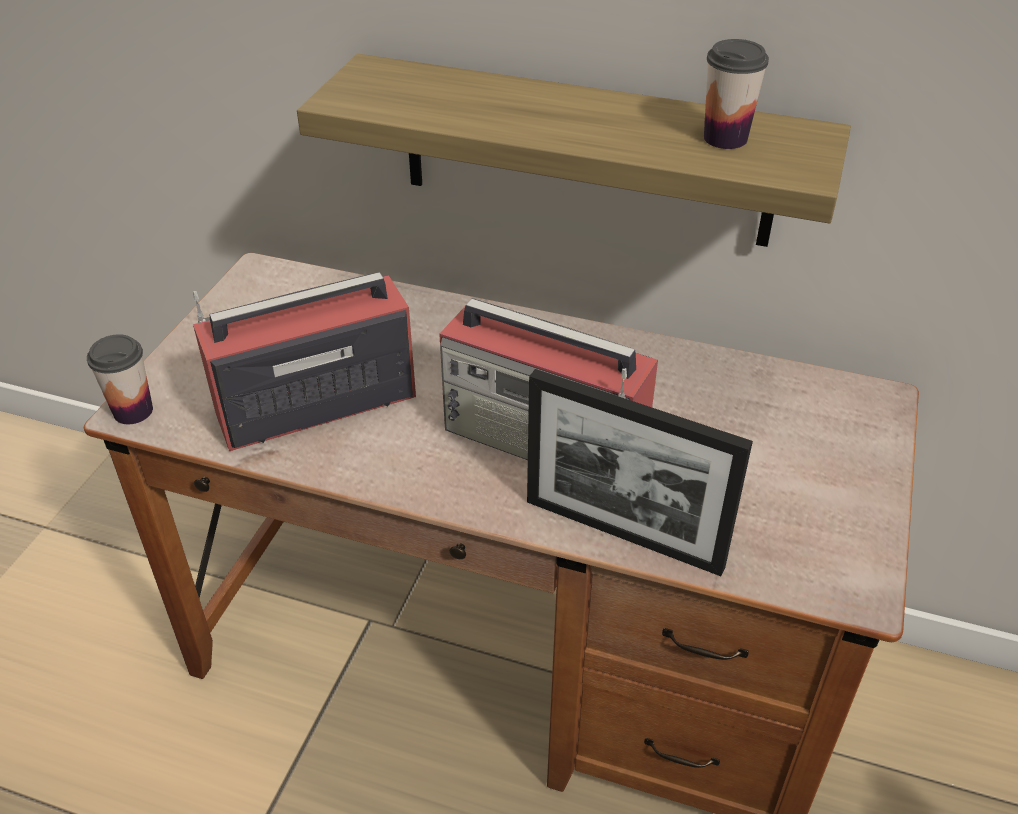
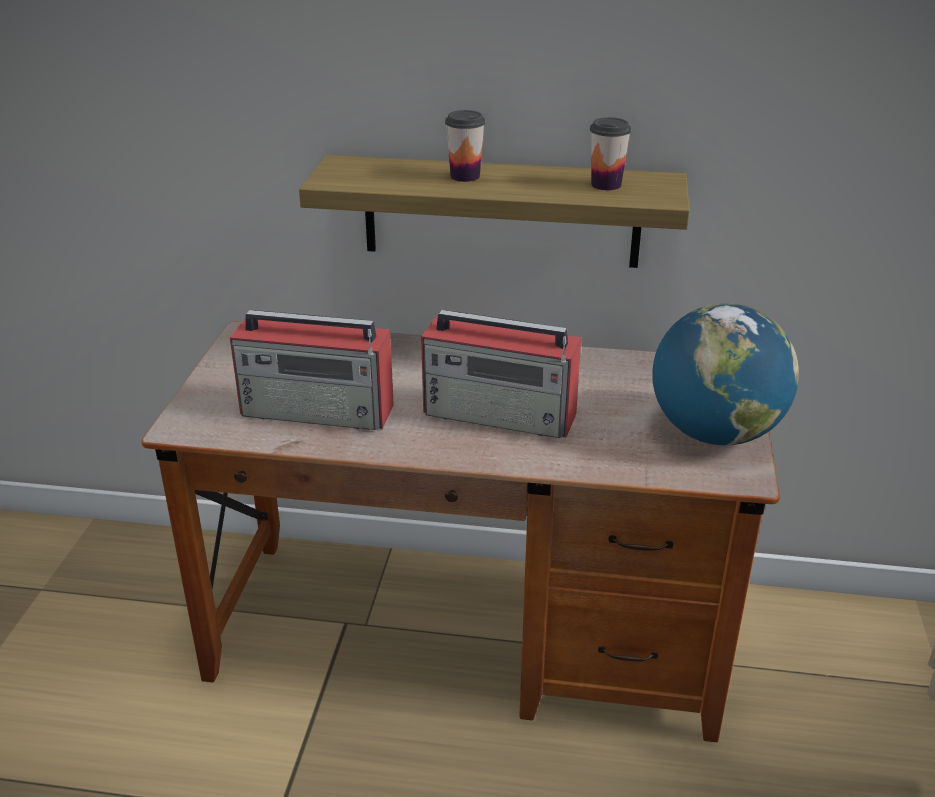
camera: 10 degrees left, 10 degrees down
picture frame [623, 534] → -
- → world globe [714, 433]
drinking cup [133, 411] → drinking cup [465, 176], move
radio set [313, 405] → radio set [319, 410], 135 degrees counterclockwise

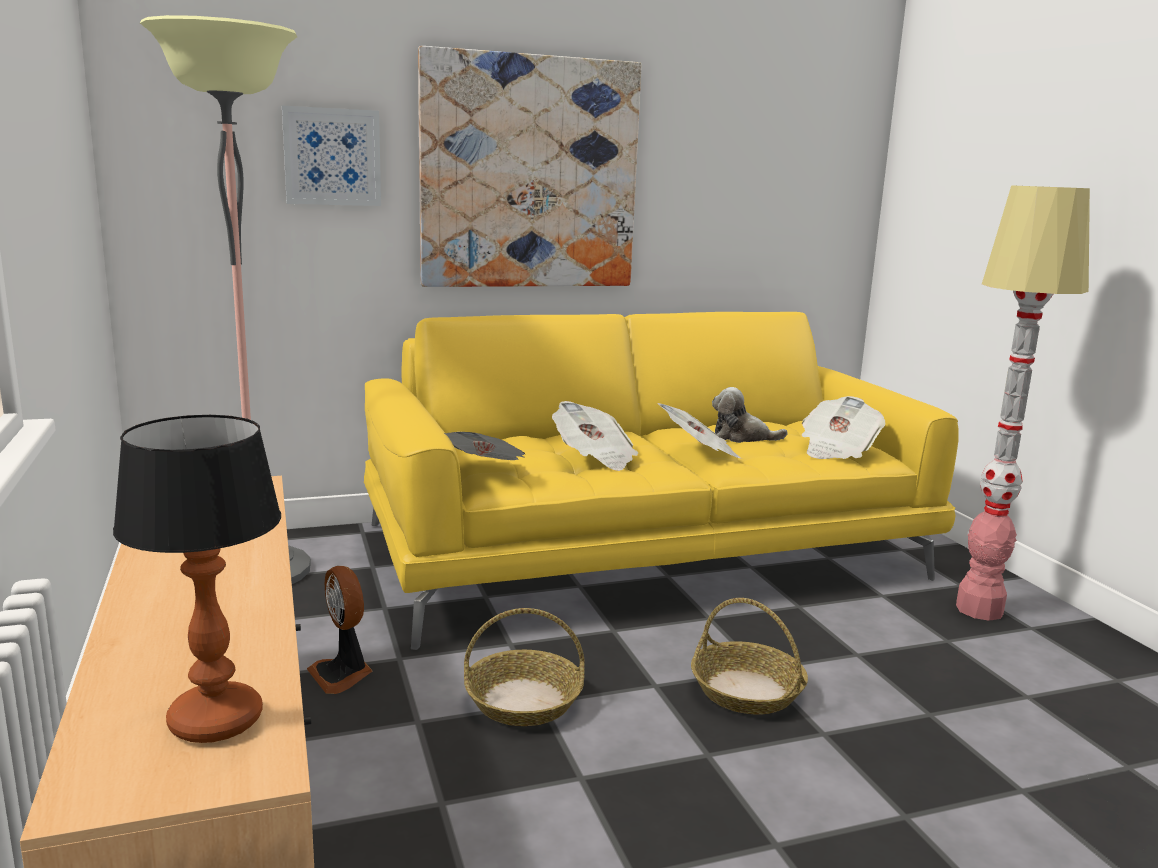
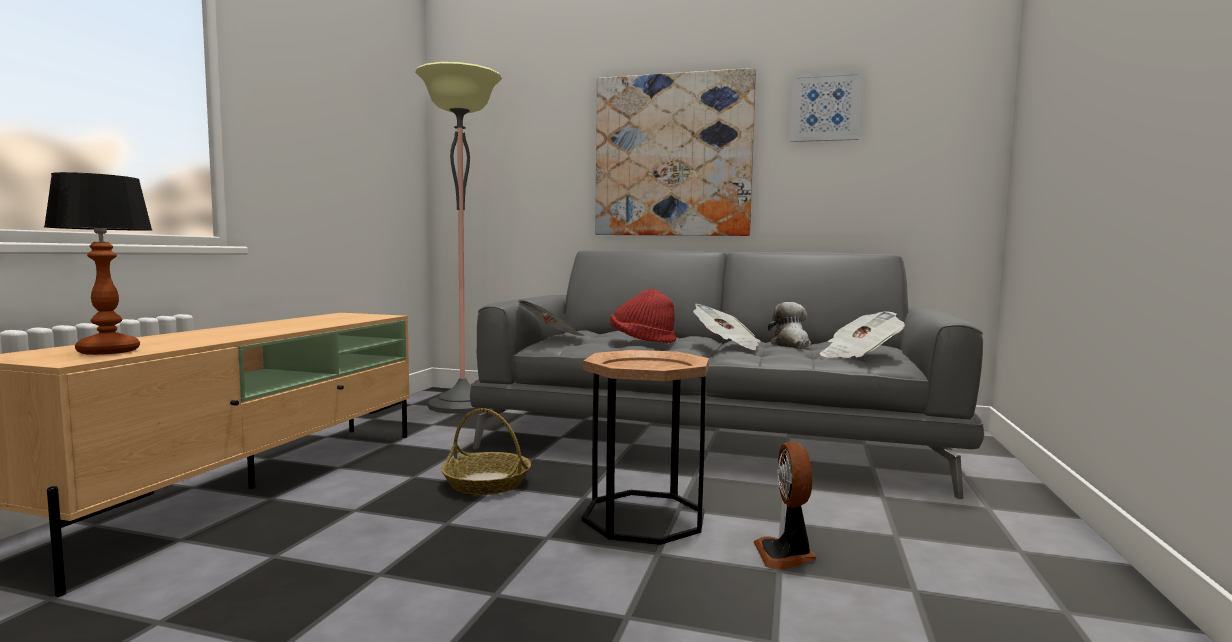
camera: 35 degrees right, 10 degrees down
floor lamp [979, 610] → -
picture [332, 157] → picture [825, 107], move
fan [342, 674] → fan [786, 555], move
printed paper [594, 458] → wearable hat in reddish [642, 341]
storage basket [747, 691] → accent table in brownish [644, 516]
sofa in yellowish [647, 552] → sofa in gray [715, 437]
plush toy [742, 437] → plush toy [791, 345], 45 degrees clockwise

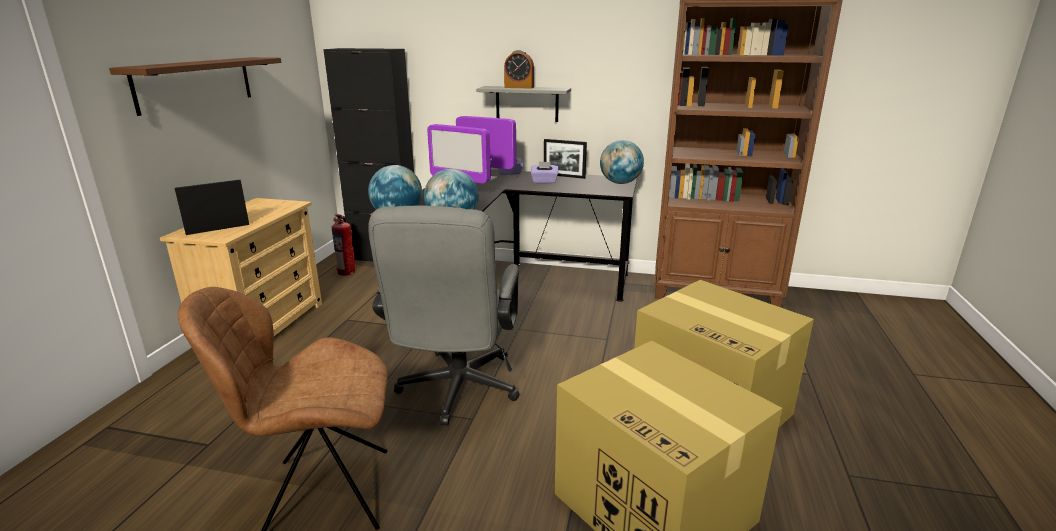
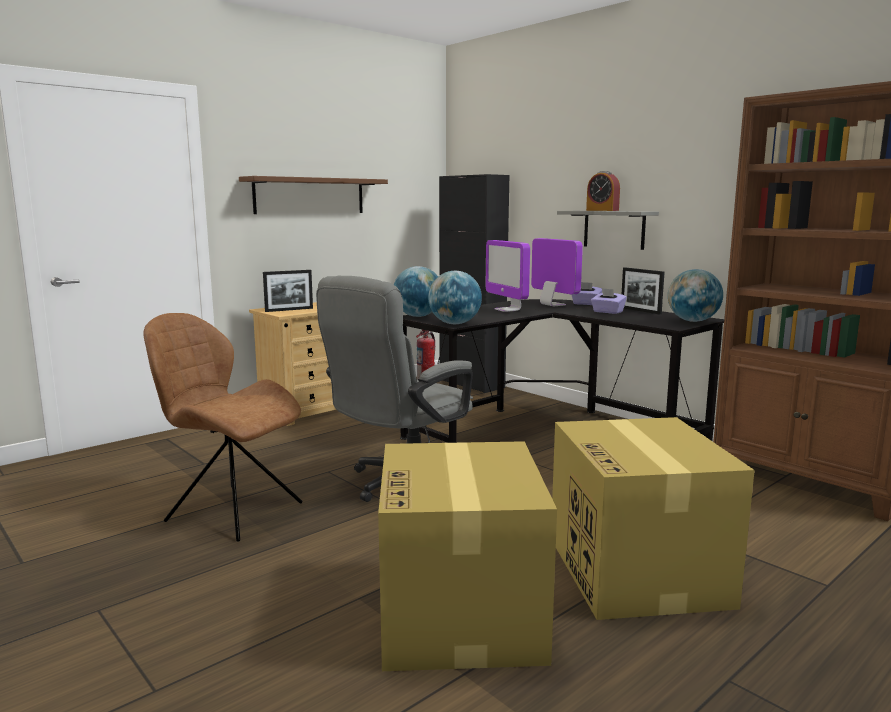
camera: 35 degrees right, 10 degrees down
picture frame [218, 229] → picture frame [289, 310], 150 degrees clockwise

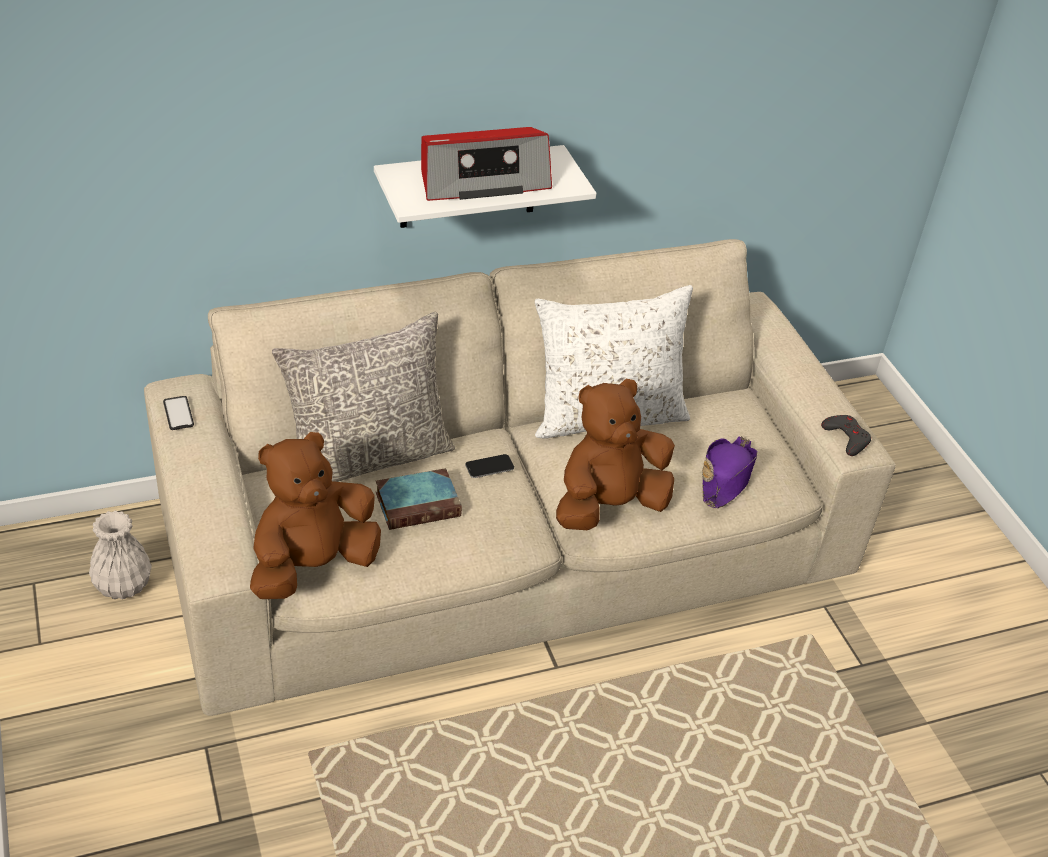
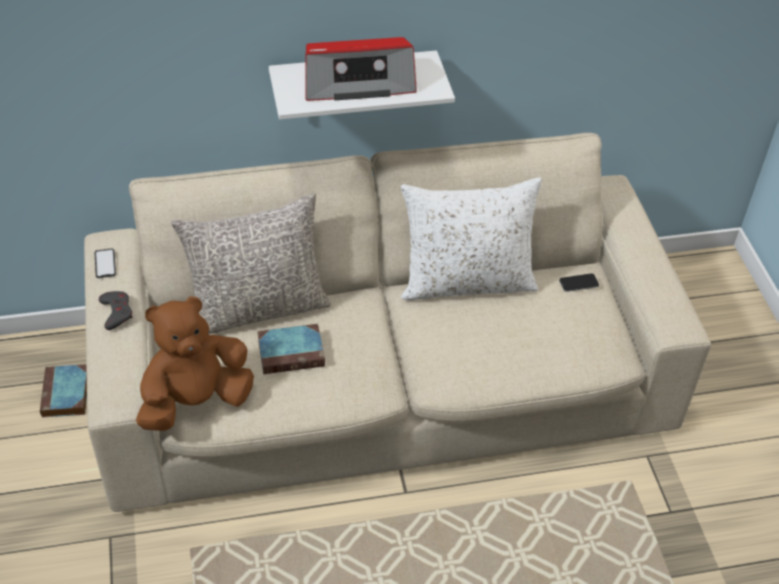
camera: 10 degrees right, 5 degrees up
plush toy in brownish [608, 506] → -
wearable hat in purple [726, 477] → -
phone [489, 467] → phone [578, 283], move
joypad in gray [846, 438] → joypad in gray [116, 312], move
decorative vase in whitish [124, 585] → book [66, 395]

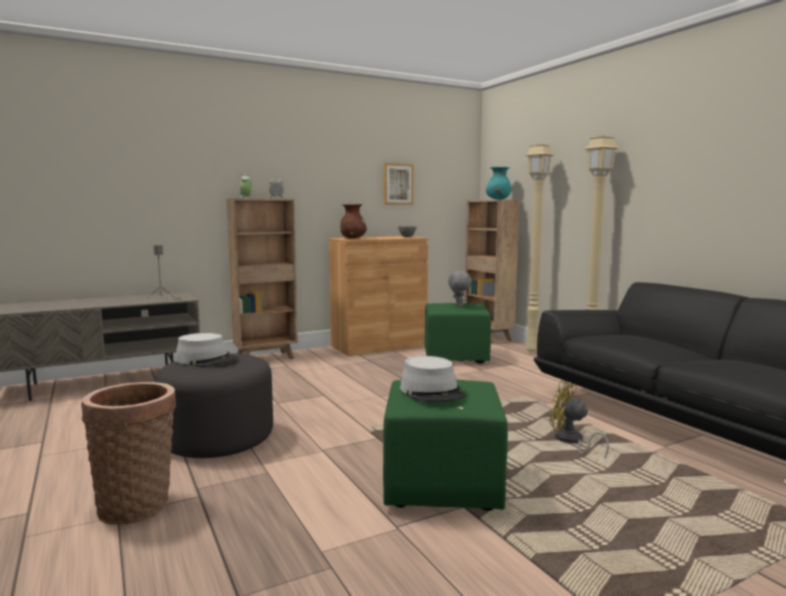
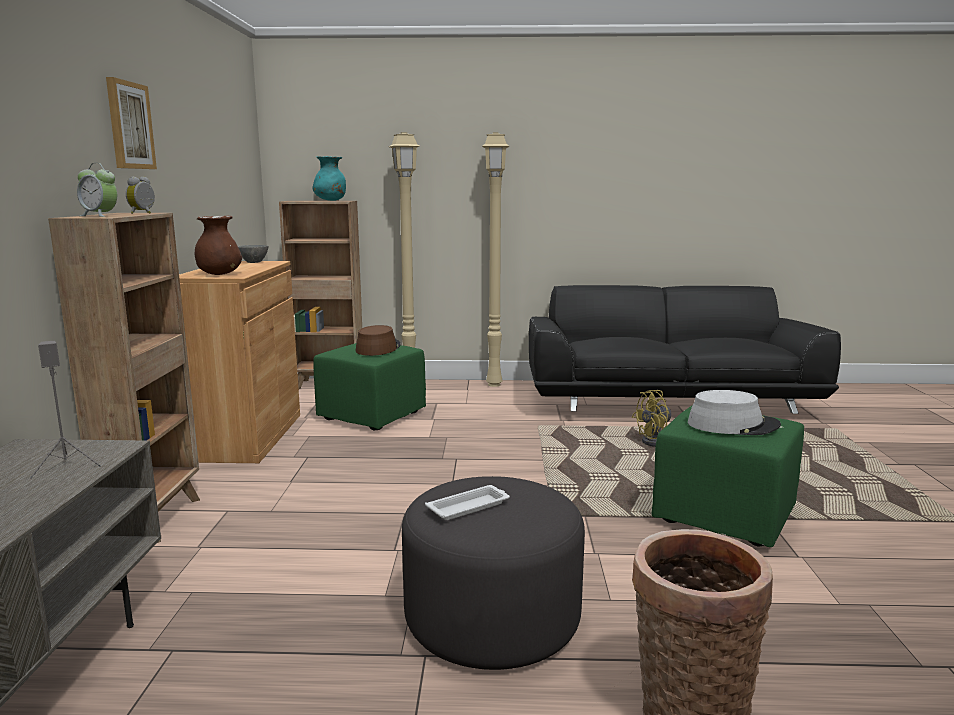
camera: 60 degrees left, 5 degrees up
picture [397, 184] → picture [129, 125], move
wearable hat in gray [207, 360] → carrying tray in whitish [469, 507]
plush toy in gray [459, 306] → wearable hat in brownish [378, 348]

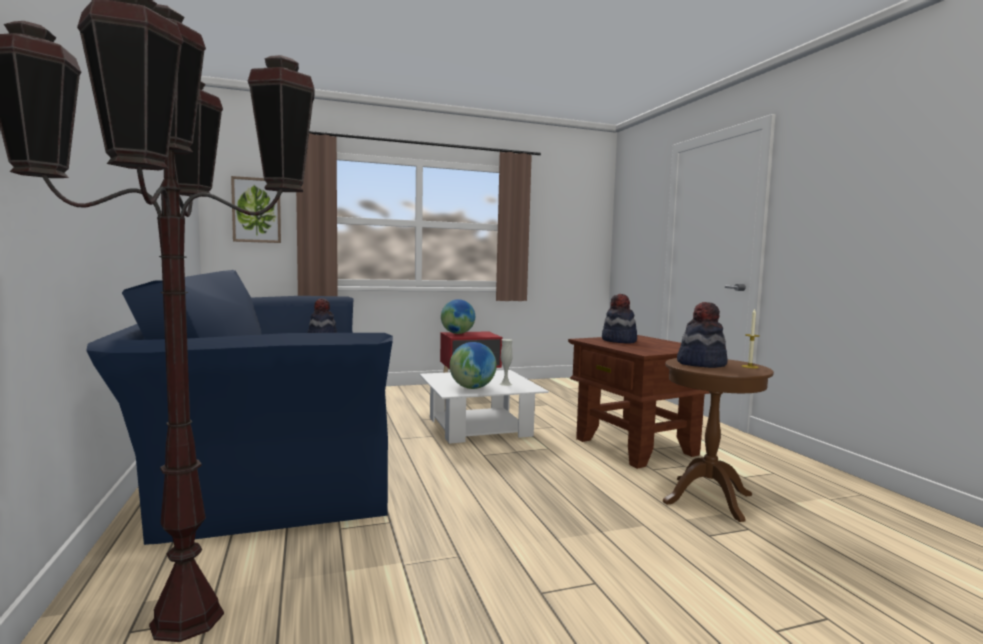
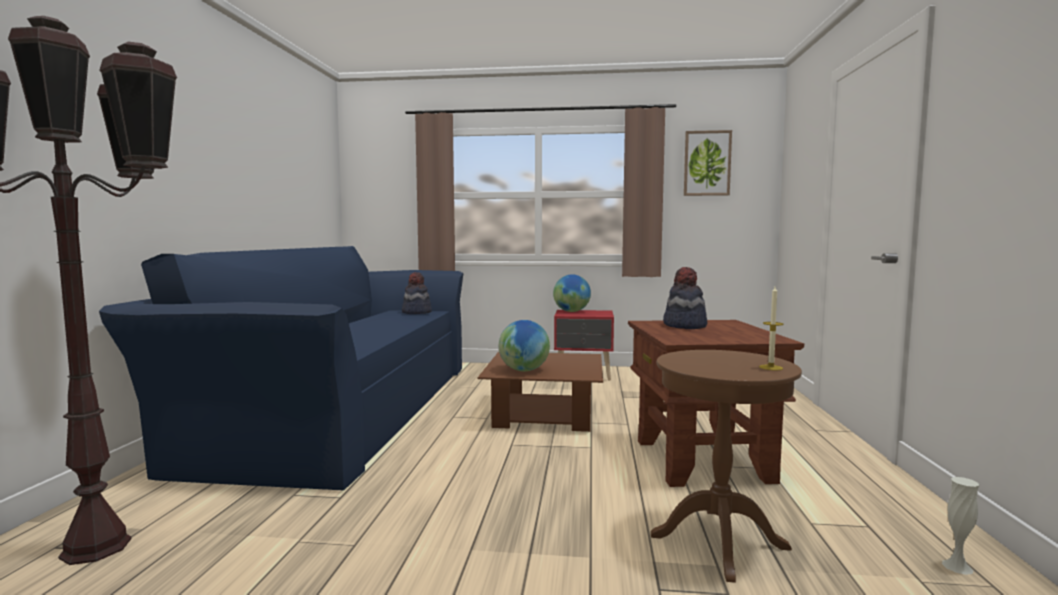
camera: 25 degrees right, 0 degrees up
wearable hat [701, 363] → -
picture [256, 210] → picture [707, 163], move
decorative vase in whitish [505, 384] → decorative vase in whitish [957, 566], move
lounge table in whitish [479, 427] → lounge table in brownish [544, 414]

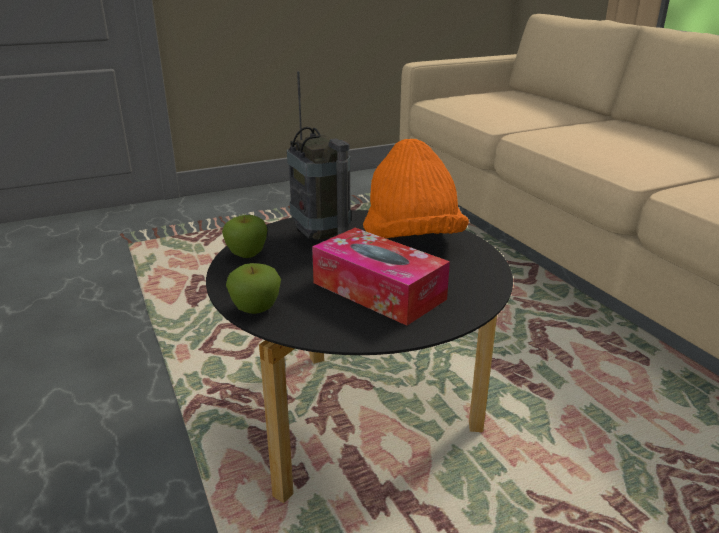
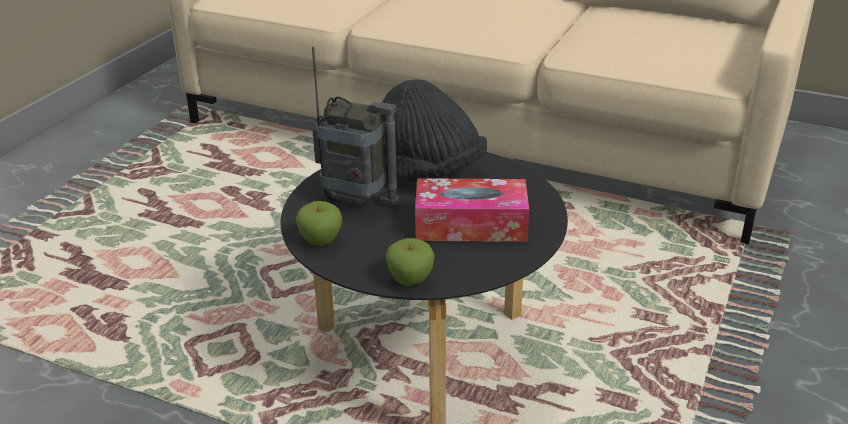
camera: 40 degrees left, 5 degrees up
wearable hat in orange-coloured [412, 240] → wearable hat in black-coloured [429, 172]

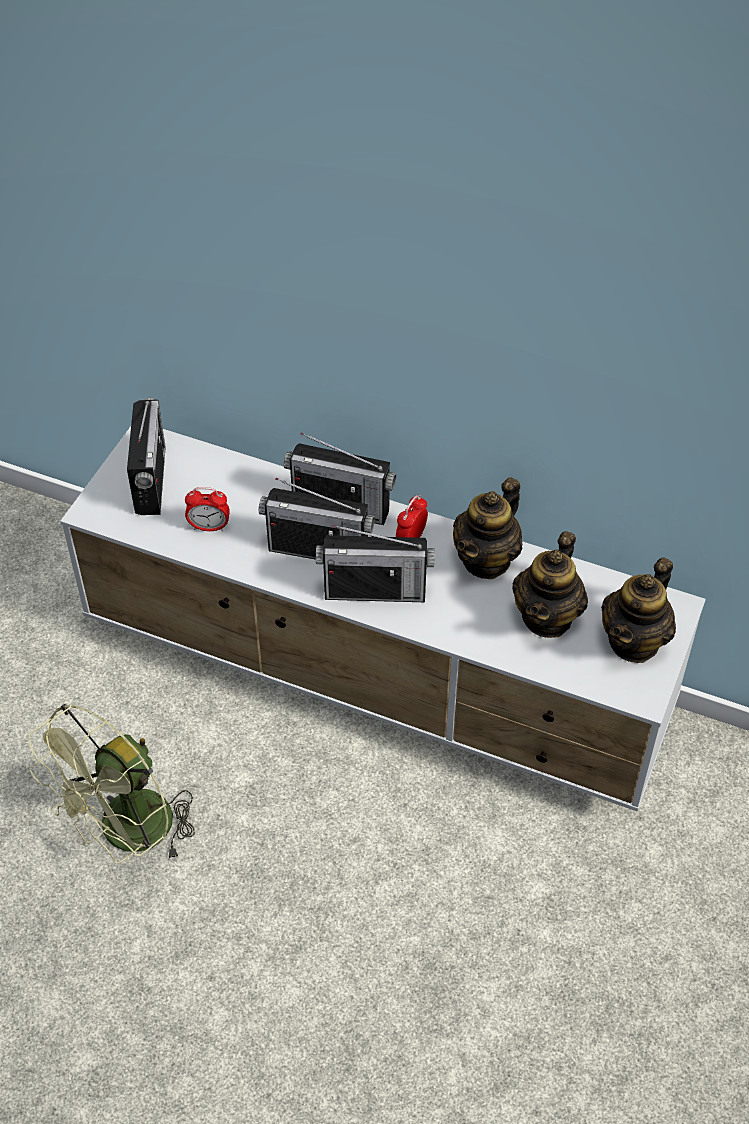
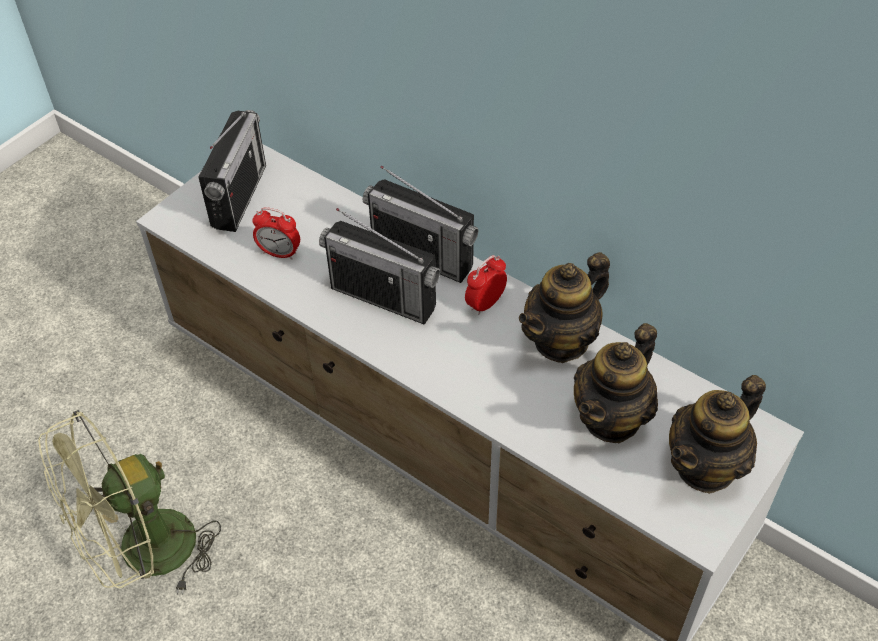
camera: 15 degrees right, 0 degrees up
radio set [375, 591] → -

